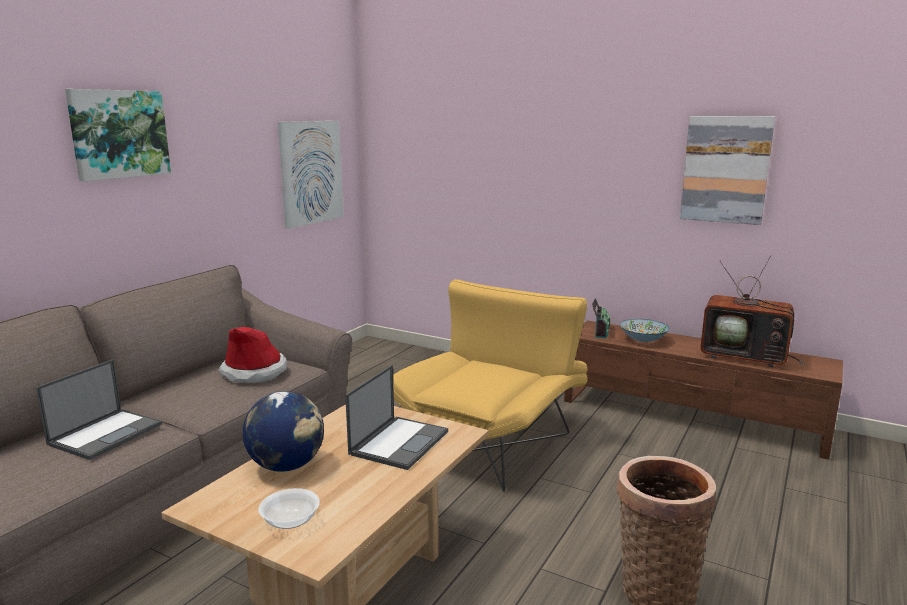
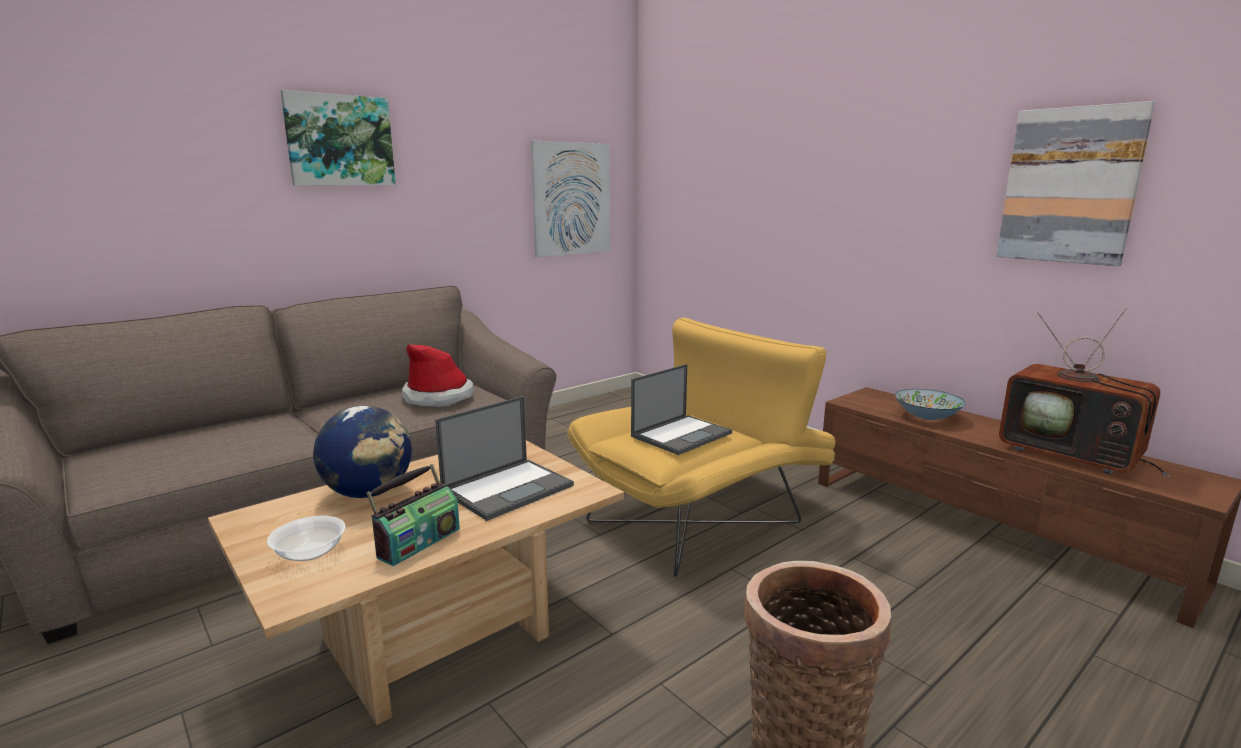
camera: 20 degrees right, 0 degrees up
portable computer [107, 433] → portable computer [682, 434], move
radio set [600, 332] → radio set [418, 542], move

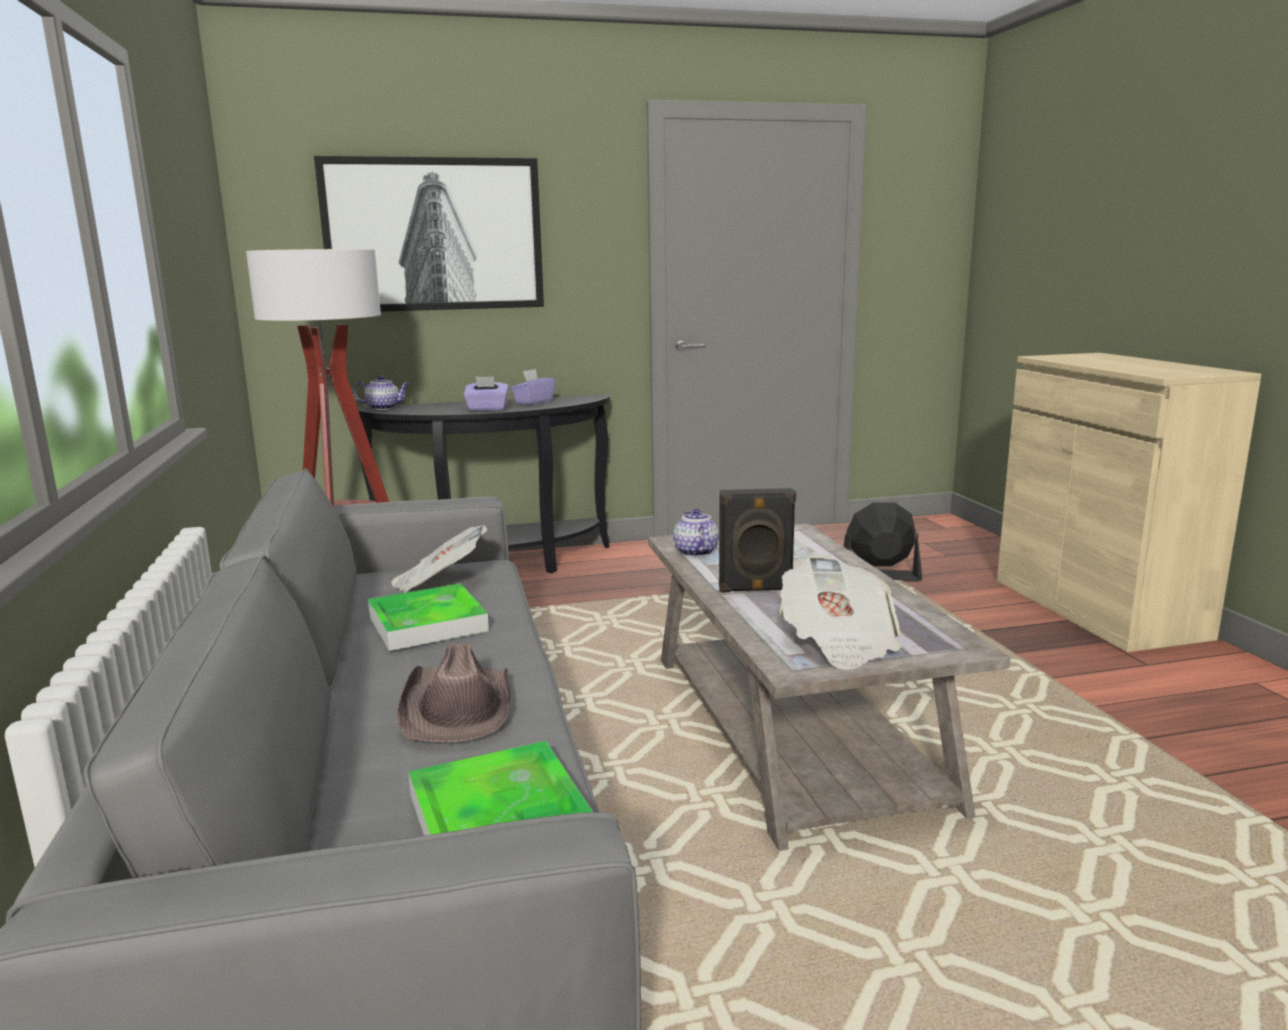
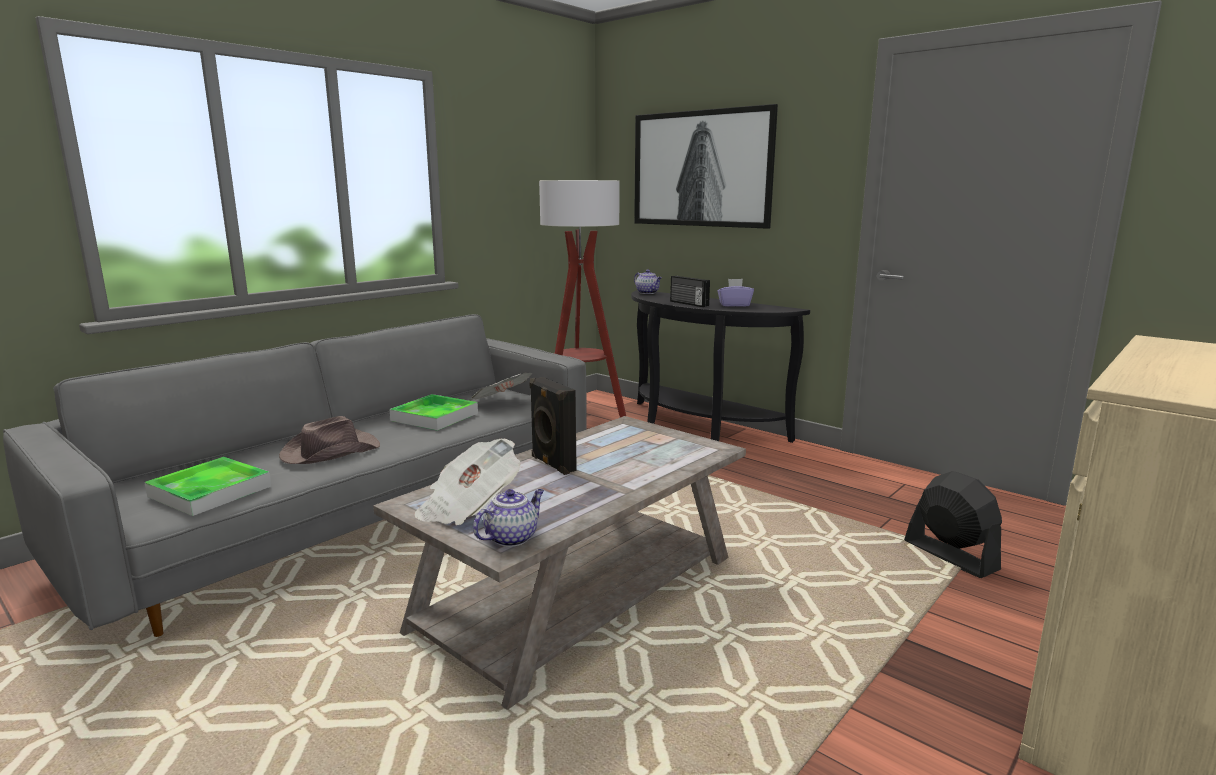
camera: 55 degrees right, 0 degrees up
pot for tea [695, 552] → pot for tea [511, 537], move
tissue holder in purple [487, 409] → radio set [688, 304]

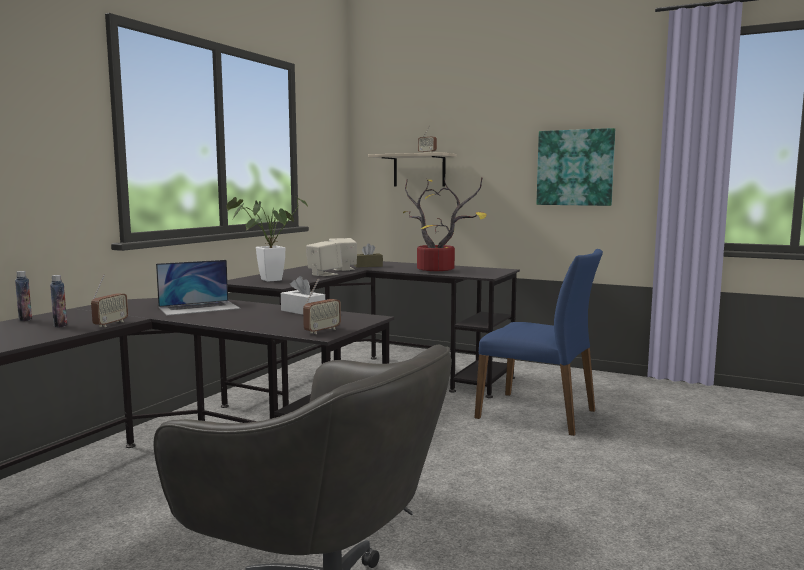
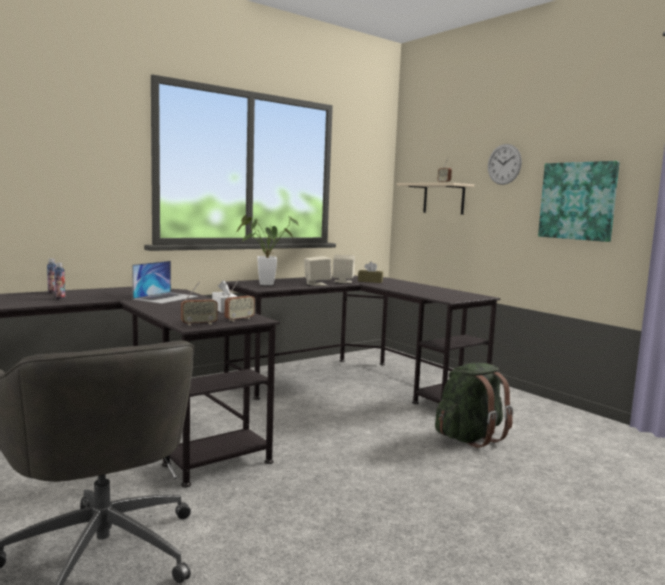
camera: 25 degrees right, 0 degrees up
houseplant [439, 270] → -
- → clock on the wall [504, 164]
radio set [110, 324] → radio set [239, 319], move
chair in blue-coloured [538, 413] → knapsack in greenish [469, 437]
portable computer [199, 308] → portable computer [166, 297], 60 degrees counterclockwise

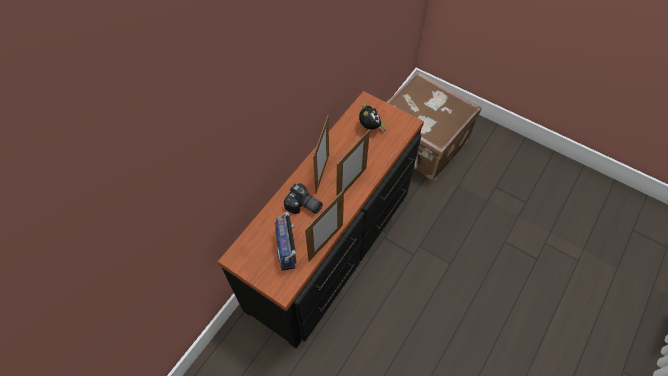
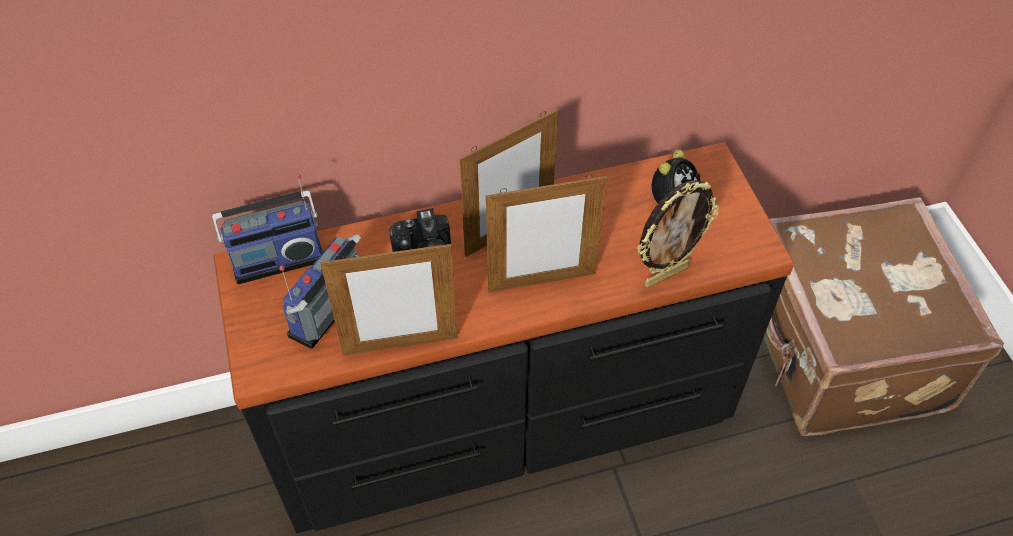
camera: 40 degrees right, 5 degrees down
- → radio set [277, 258]
- → picture frame [666, 274]

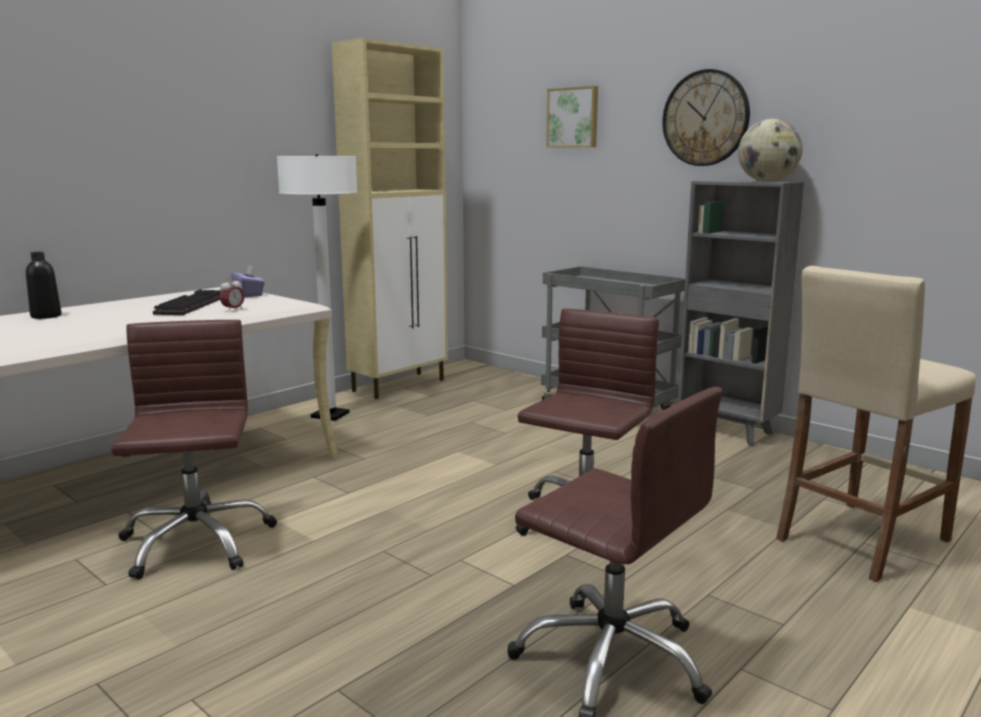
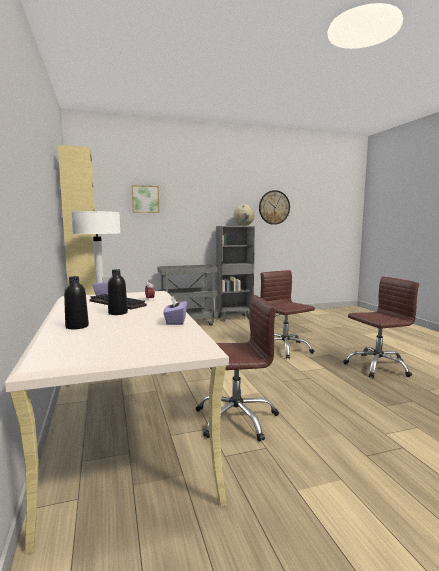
camera: 60 degrees left, 5 degrees down
stool seat in beige-coloured [861, 539] → -
- → drink bottle in black-coloured [118, 313]
- → tissue holder in purple [175, 321]
clock on the wall [705, 118] → clock on the wall [274, 207], move
computer chair in brownish [195, 542] → computer chair in brownish [236, 418], 150 degrees clockwise

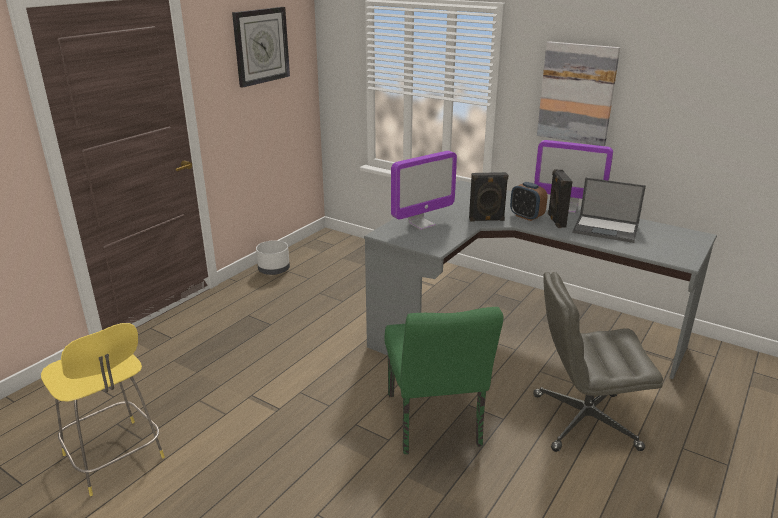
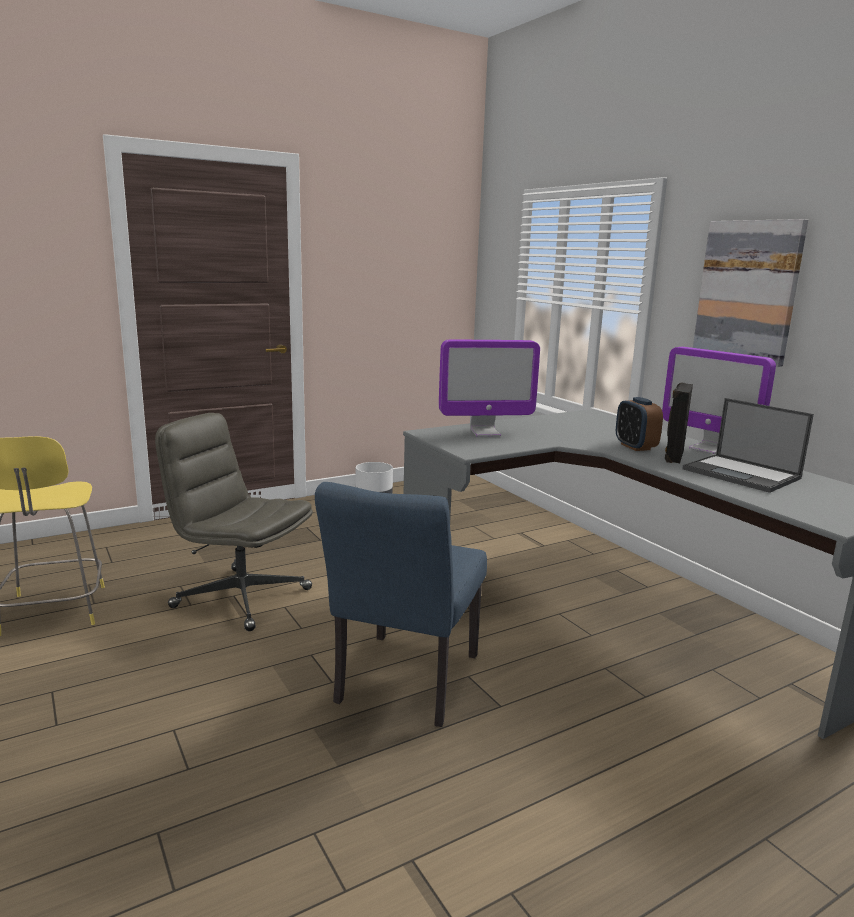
camera: 25 degrees right, 10 degrees down
clock on the wall [261, 46] → -
loudspeaker in black-coloured [486, 220] → -
computer chair in gray [583, 422] → computer chair in gray [240, 598], move
chair in greenish [435, 425] → chair in blue-coloured [403, 685]

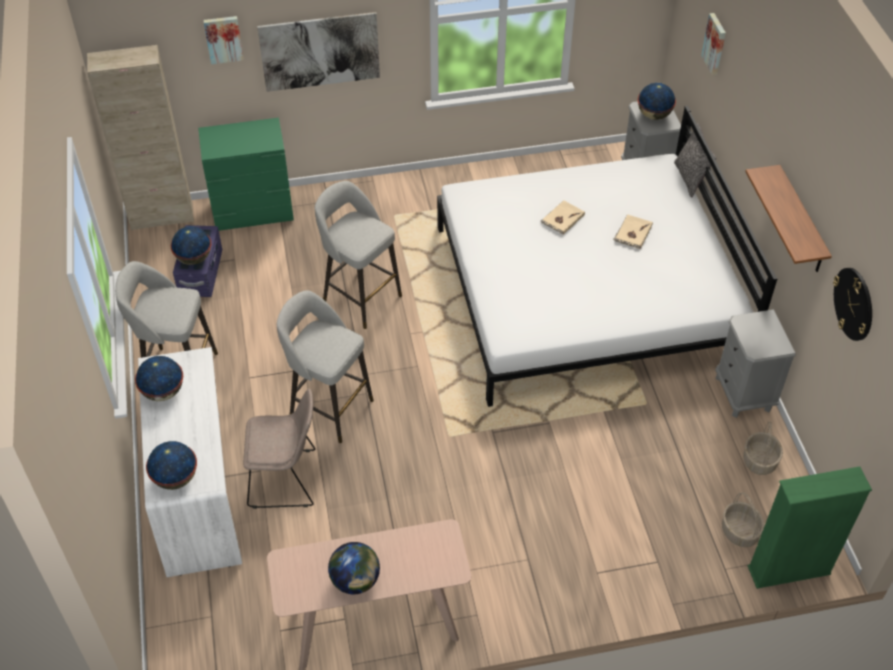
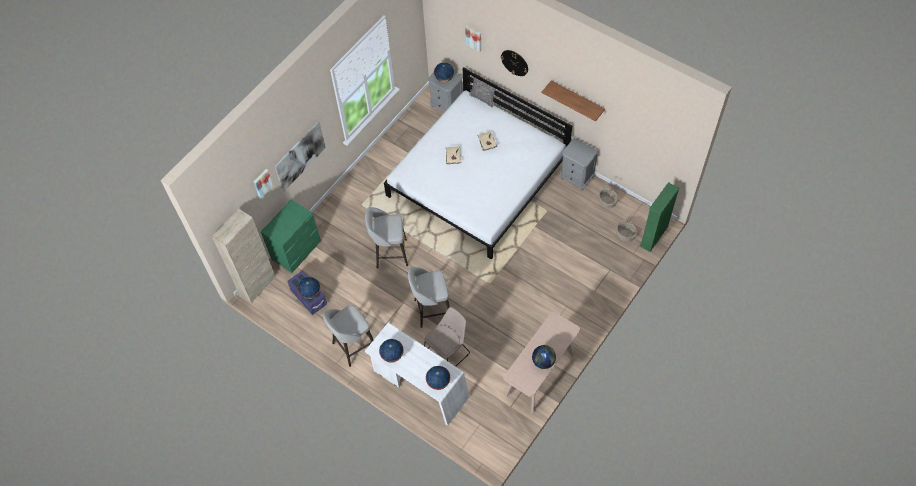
camera: 40 degrees left, 10 degrees up
clock on the wall [854, 304] → clock on the wall [514, 62], move

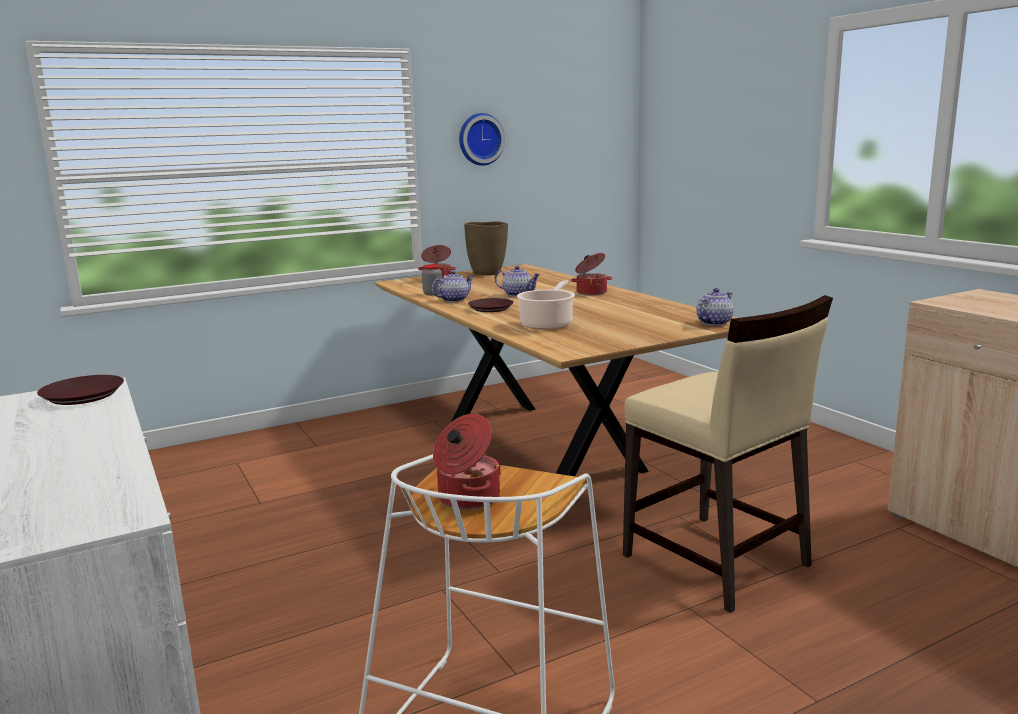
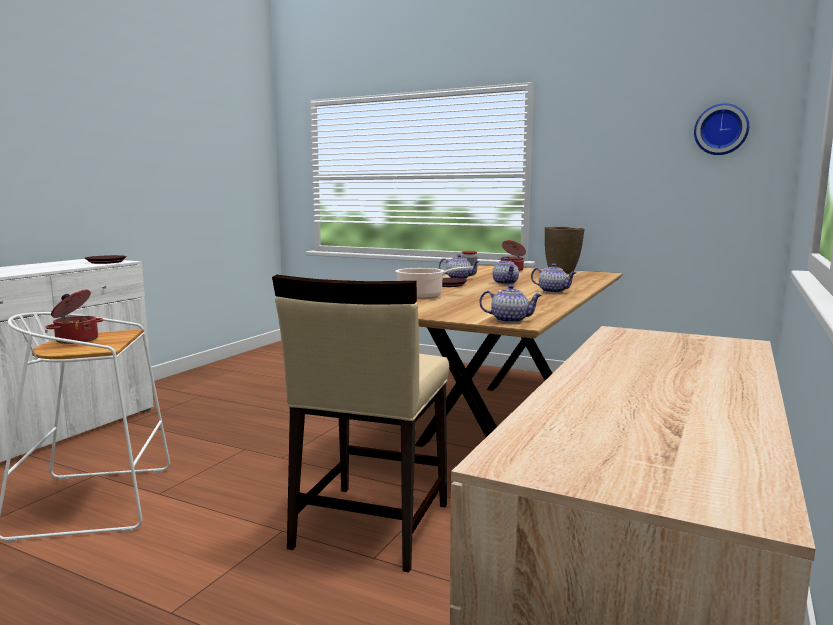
camera: 55 degrees right, 5 degrees down
clock on the wall [480, 139] → clock on the wall [721, 129], move
stockpot [591, 292] → pot for tea [553, 291]

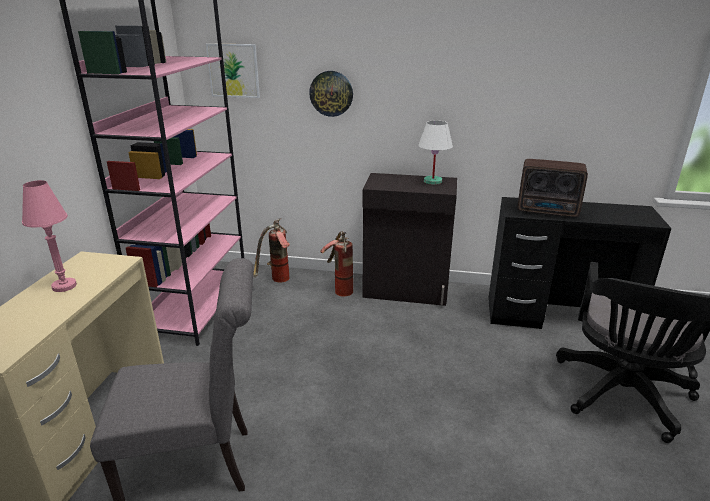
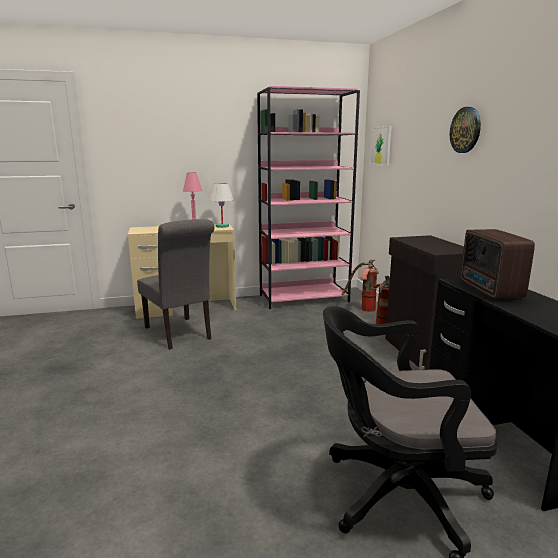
camera: 65 degrees right, 10 degrees down
clock on the wall [331, 93] → clock on the wall [465, 130], move
tabletop lamp in whitish [433, 181] → tabletop lamp in whitish [222, 226], move

